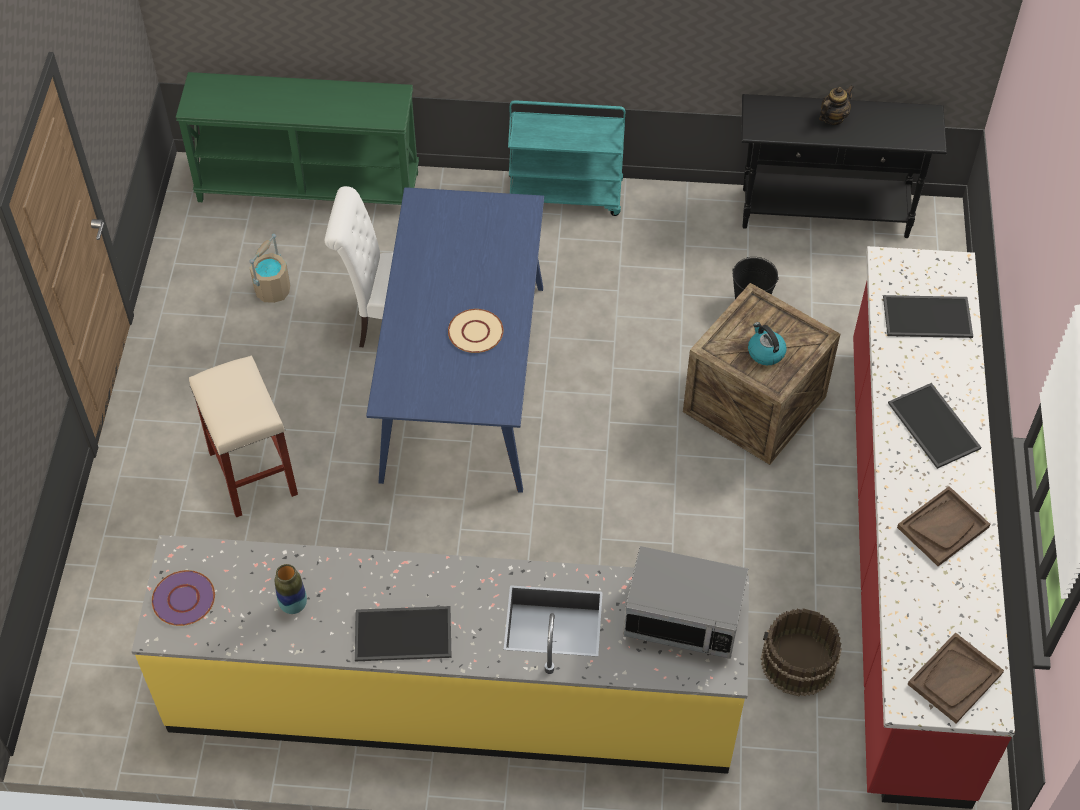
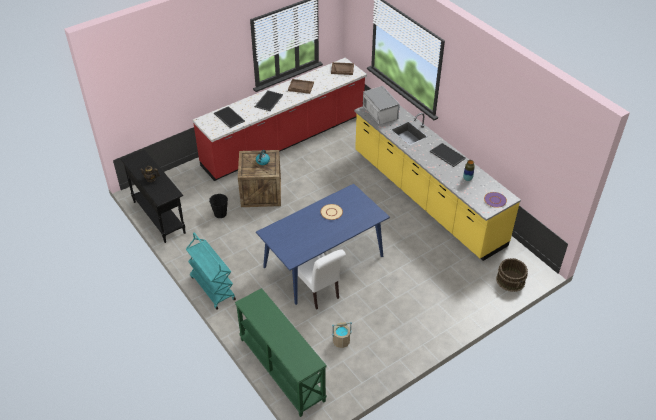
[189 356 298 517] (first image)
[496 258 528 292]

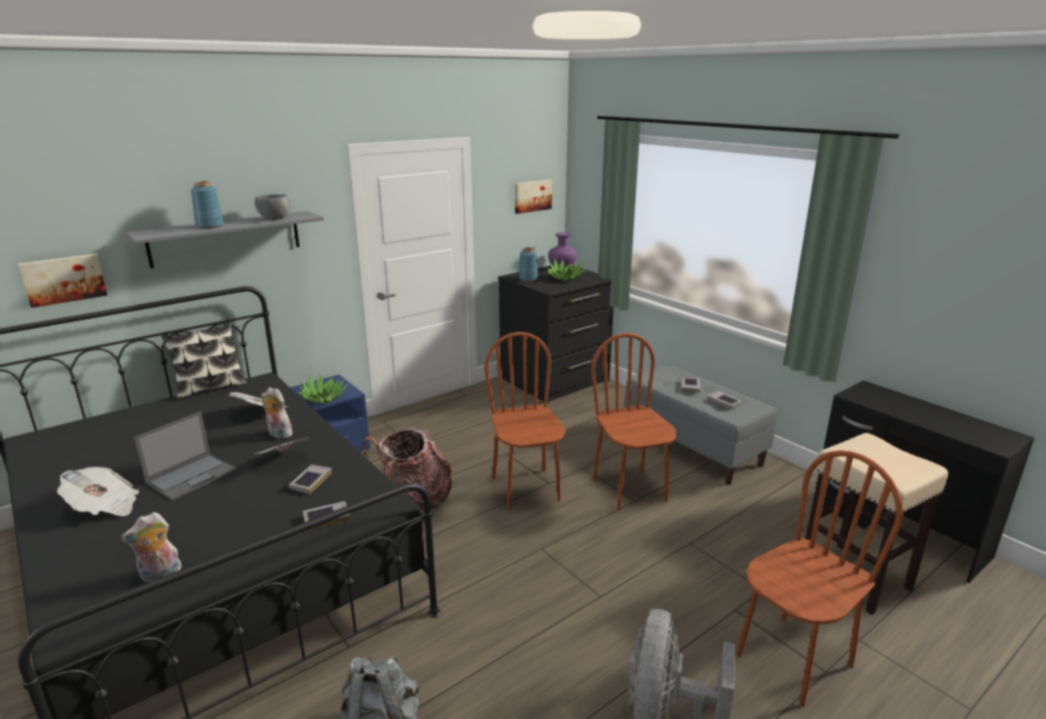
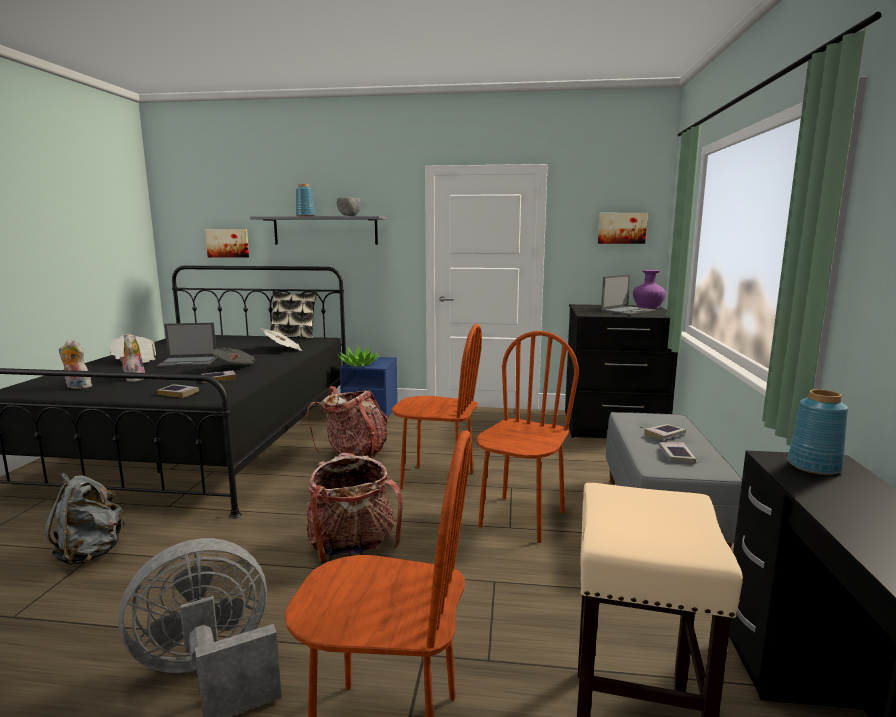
[307 453 403 564]
[120 334 145 382]
[788 389 848 475]
[601 274 656 315]
[392 324 482 489]

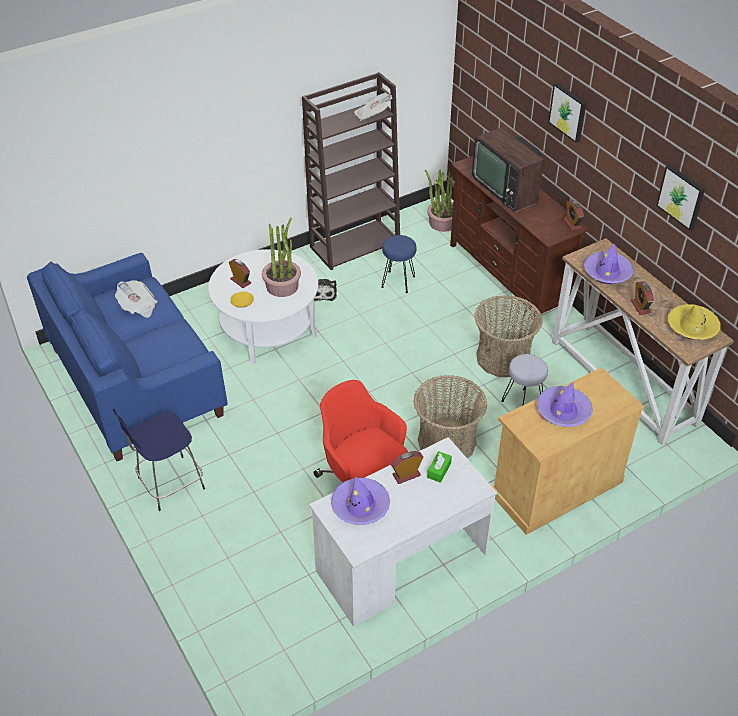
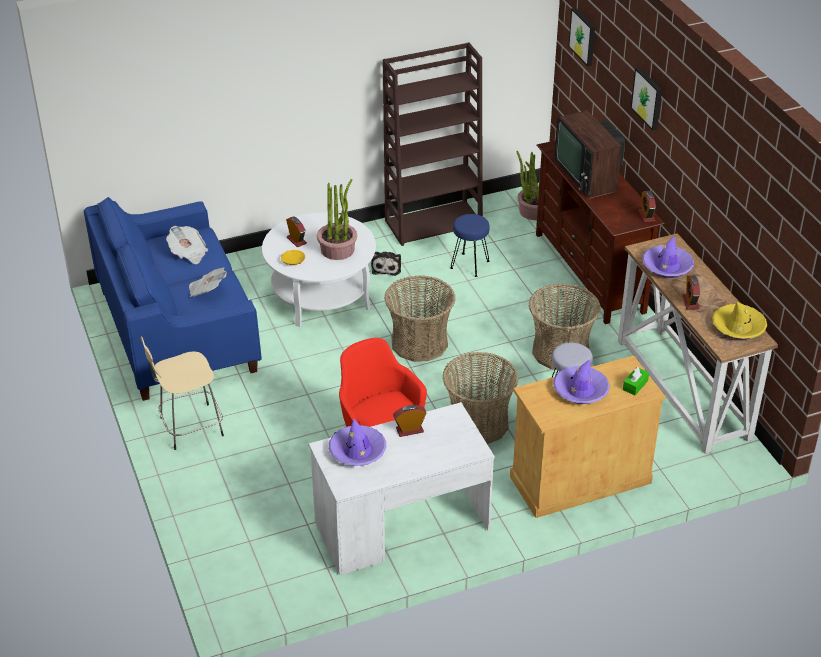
[384 275 456 362]
[189 267 227 297]
[623 367 649 395]
[568 8 595 67]
[141 336 224 450]

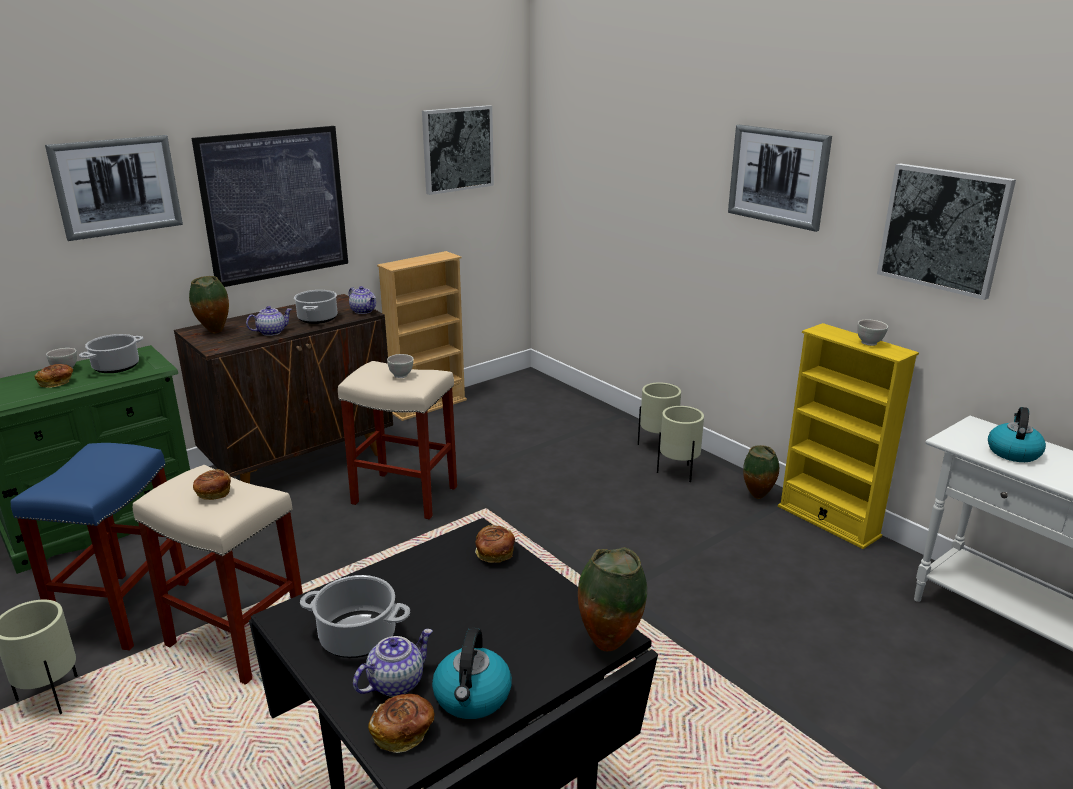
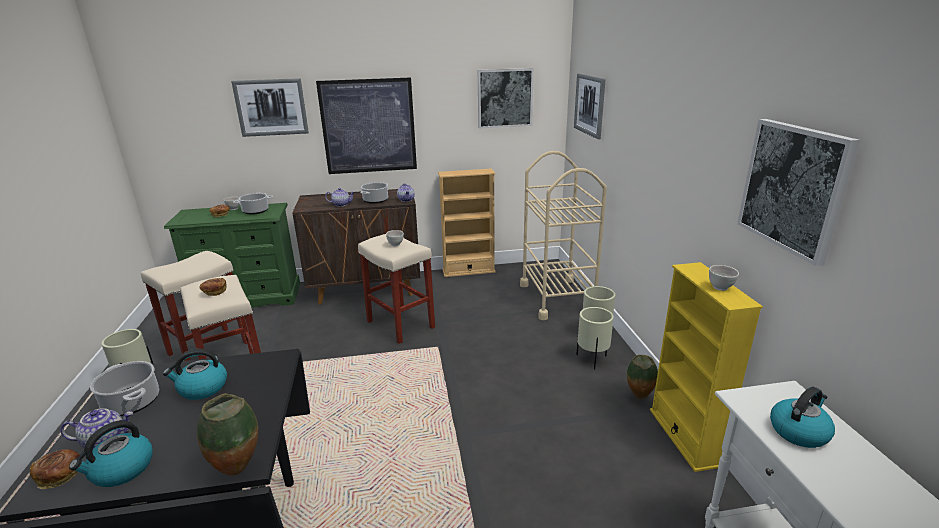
[189 276 229 333] (first image)
[475 525 515 563] (first image)
[163 349 227 400]
[520 151 607 320]
[574 74 606 139]
[141 251 247 361]

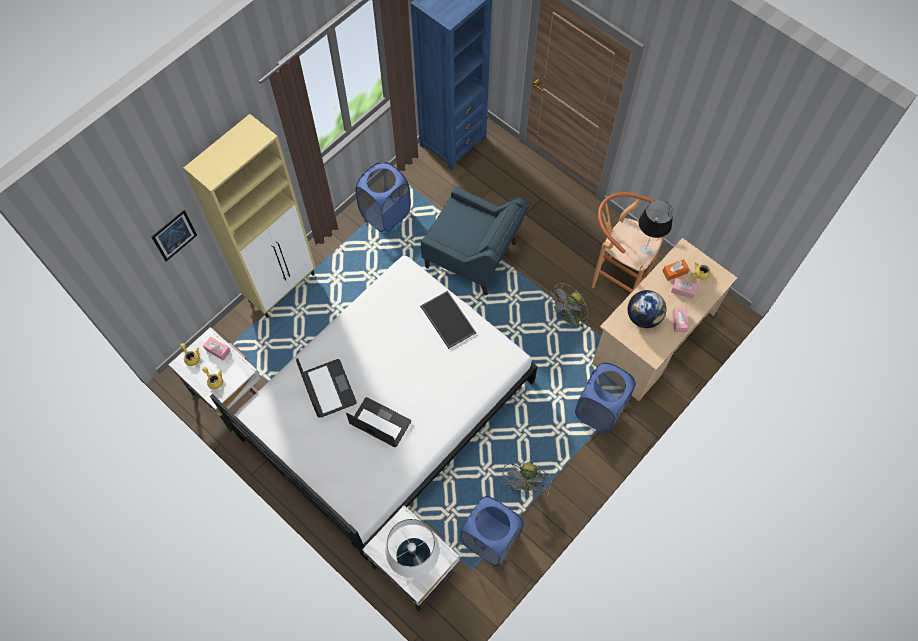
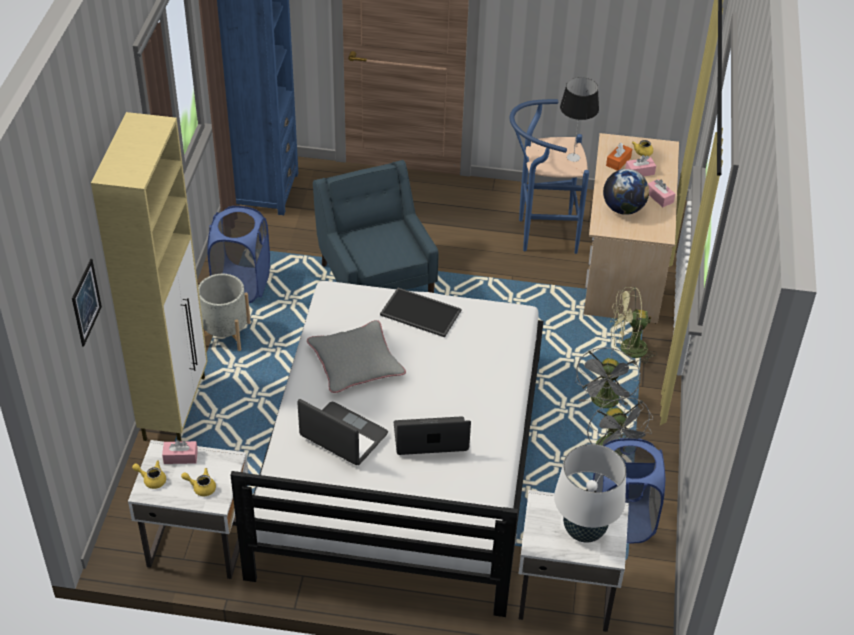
[198 274 251 351]
[307 320 406 393]
[575 347 641 408]
[610 287 657 365]
[510 99 589 254]
[313 160 438 293]

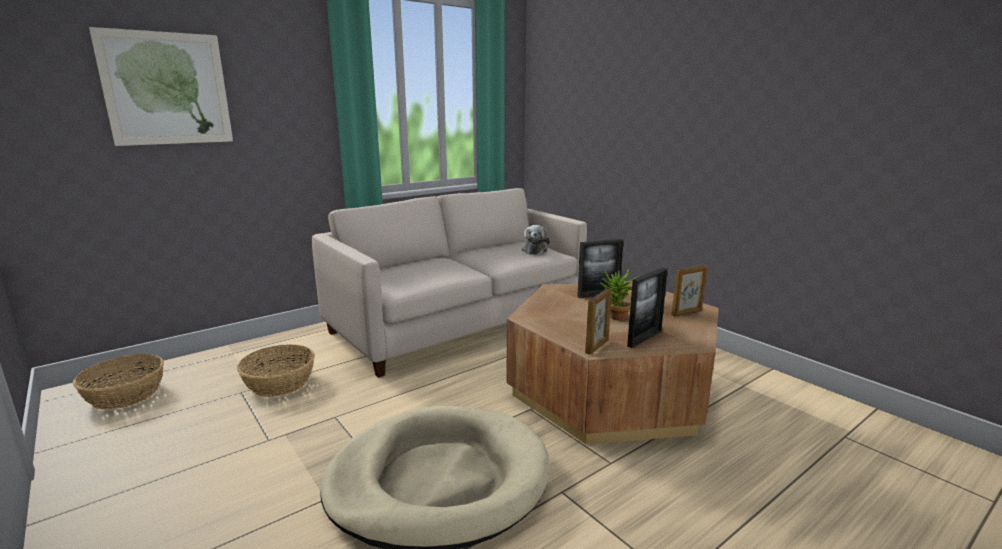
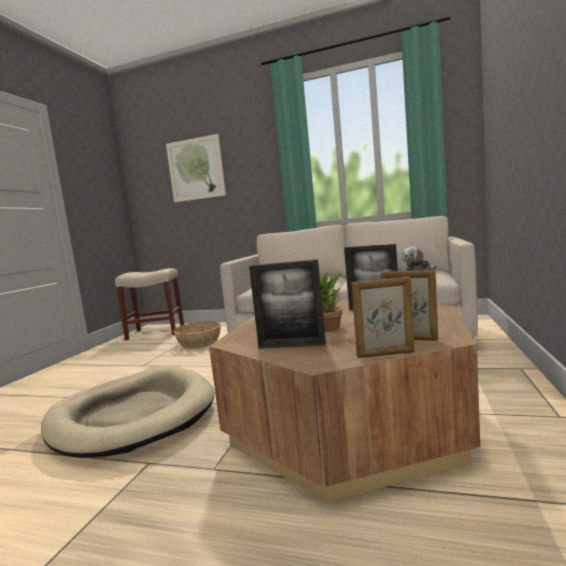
[352 276 414 358]
[115 268 184 340]

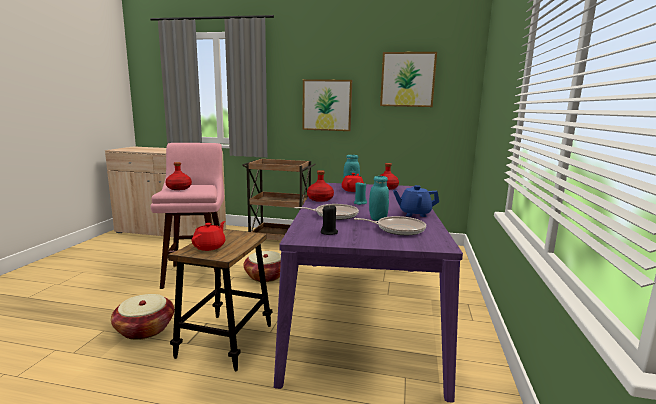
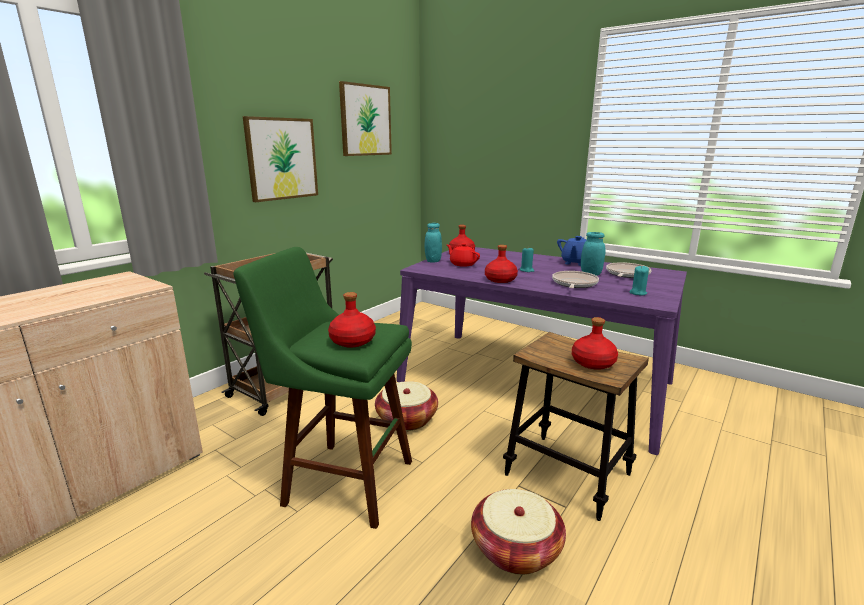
[572 317 618 370]
[233 247 412 529]
[629 266 649 296]

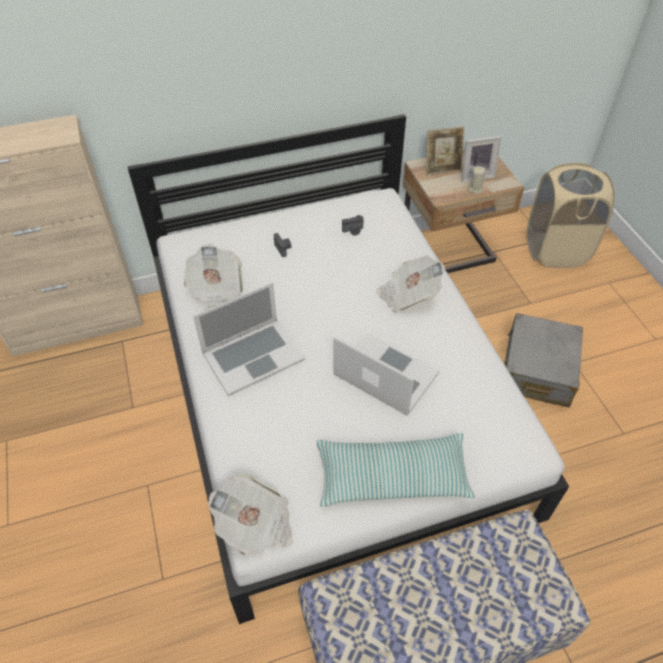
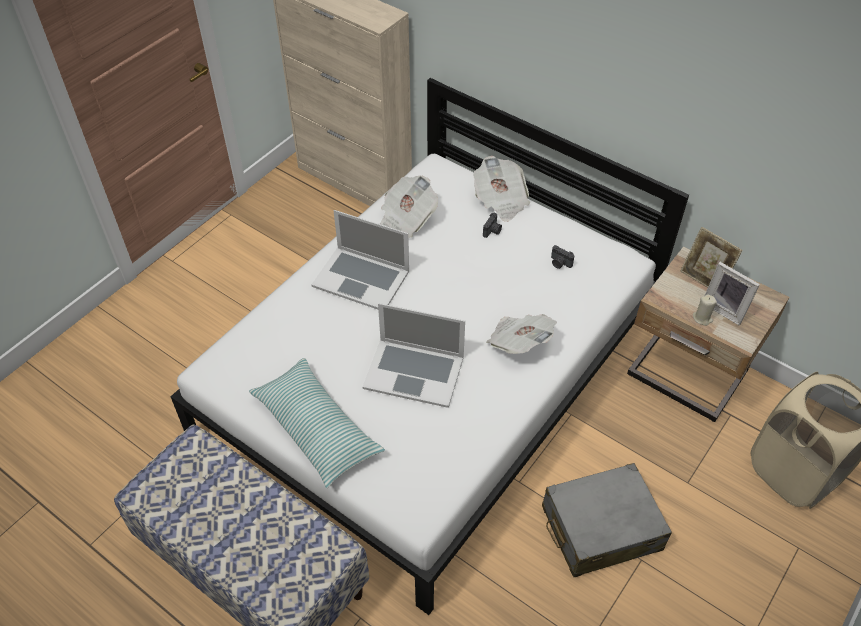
[473 156 530 222]
[363 303 465 408]

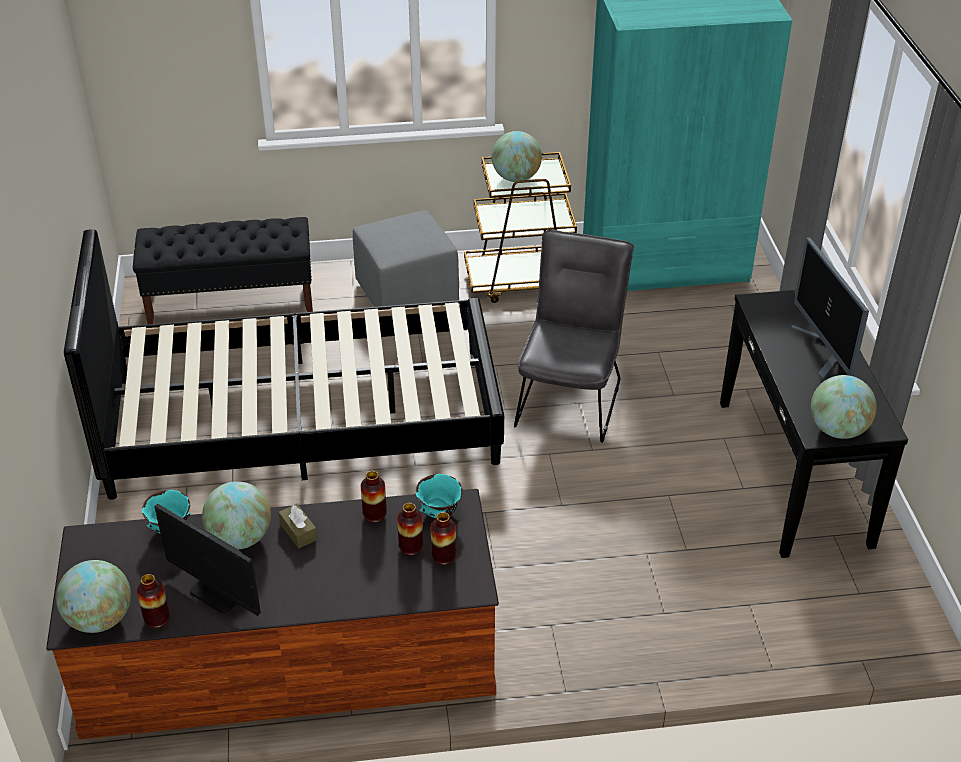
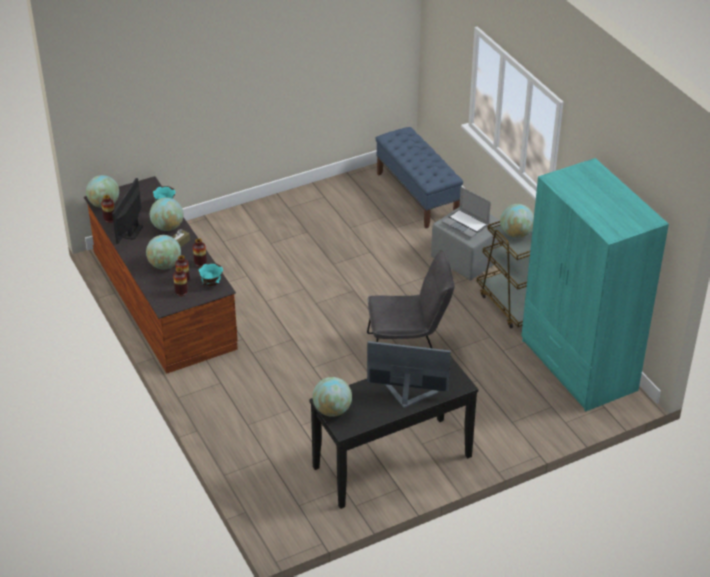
[64 229 504 500] (first image)
[146 235 181 270]
[442 187 491 238]
[375 127 463 228]
[367 341 451 408]

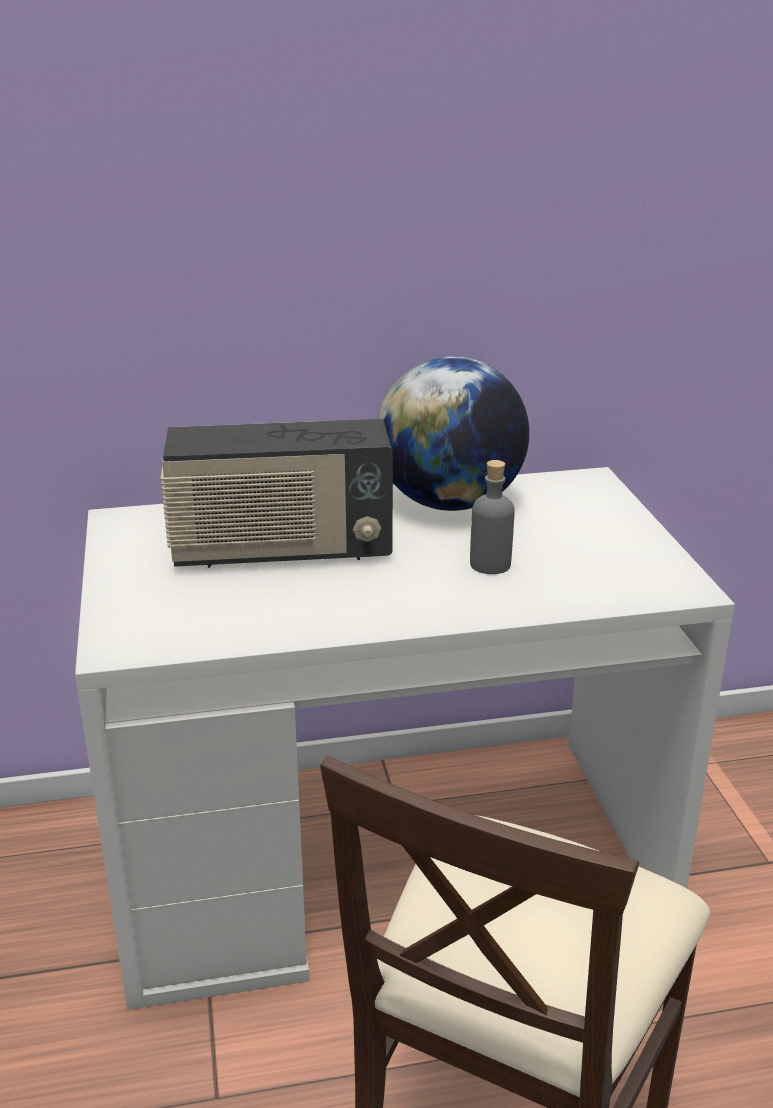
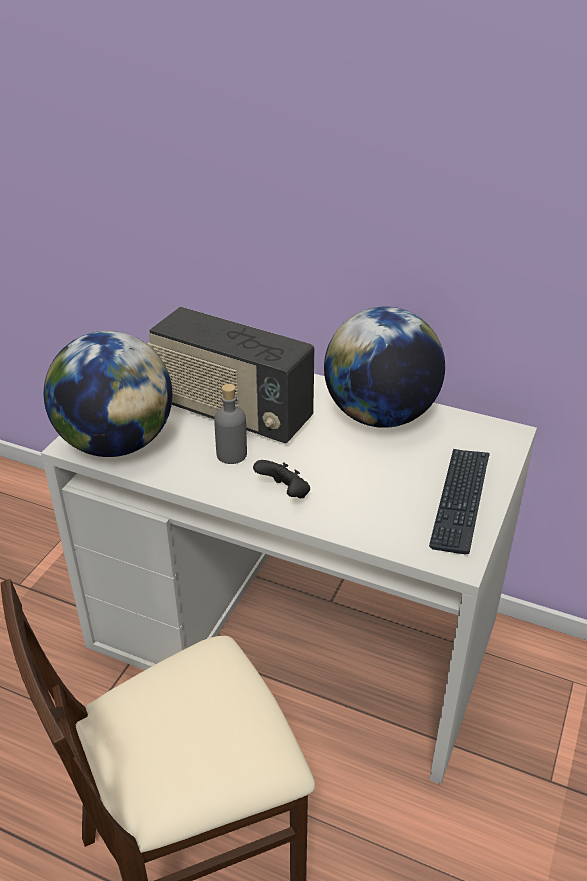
[44 331 172 457]
[253 460 310 498]
[429 449 489 555]
[214 384 247 464]

